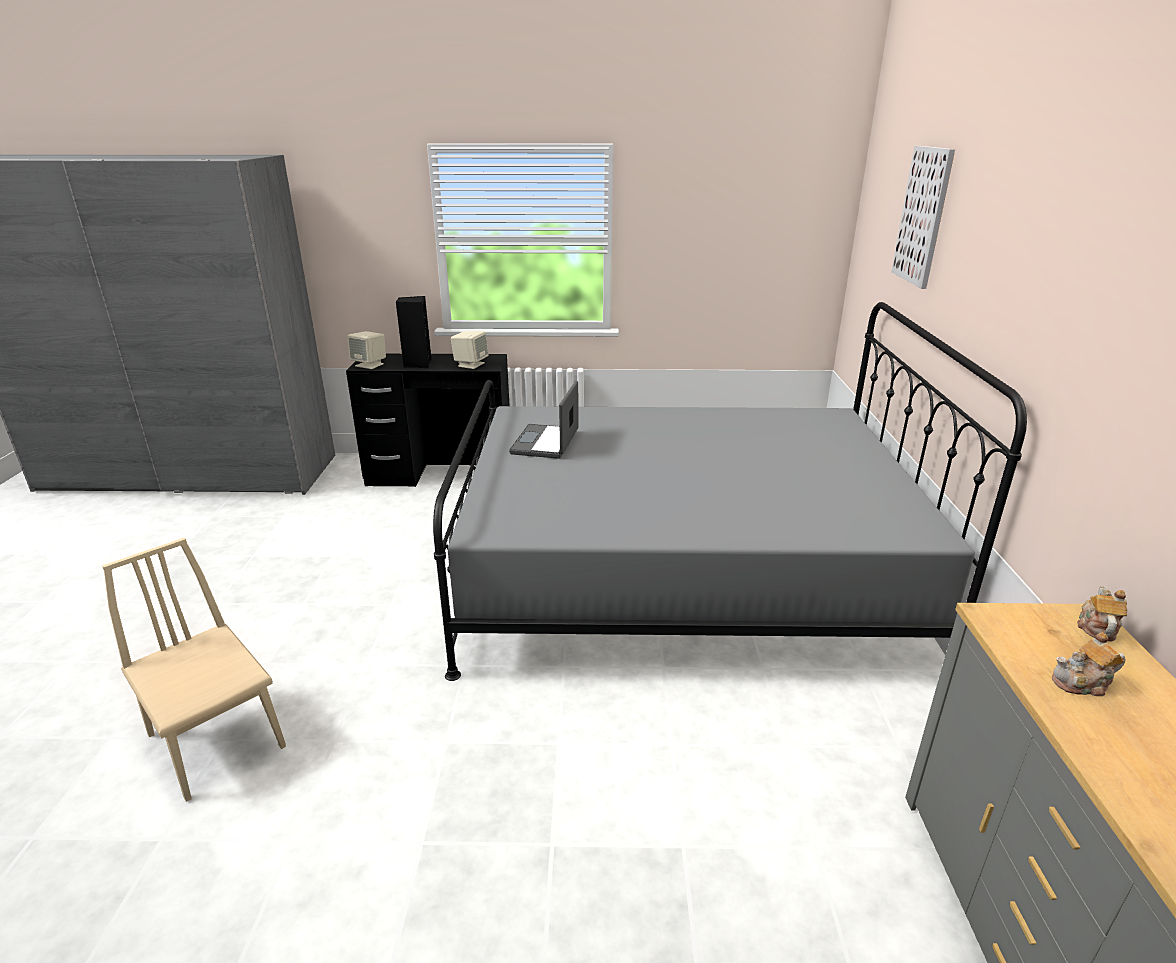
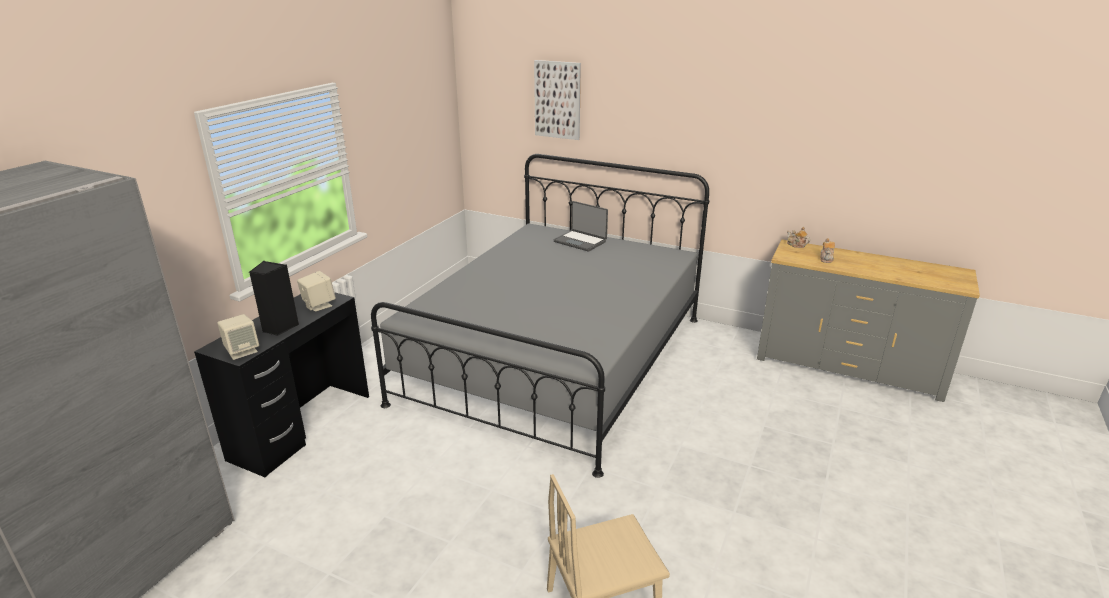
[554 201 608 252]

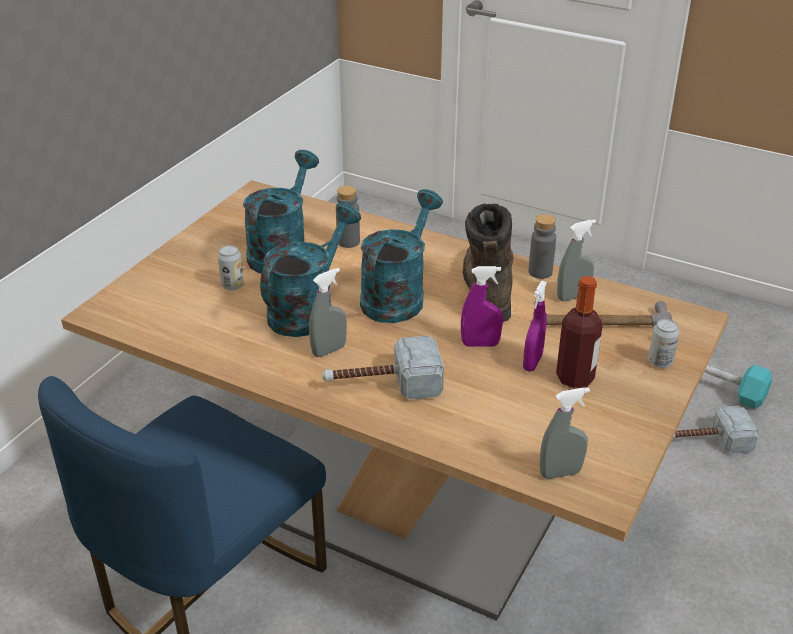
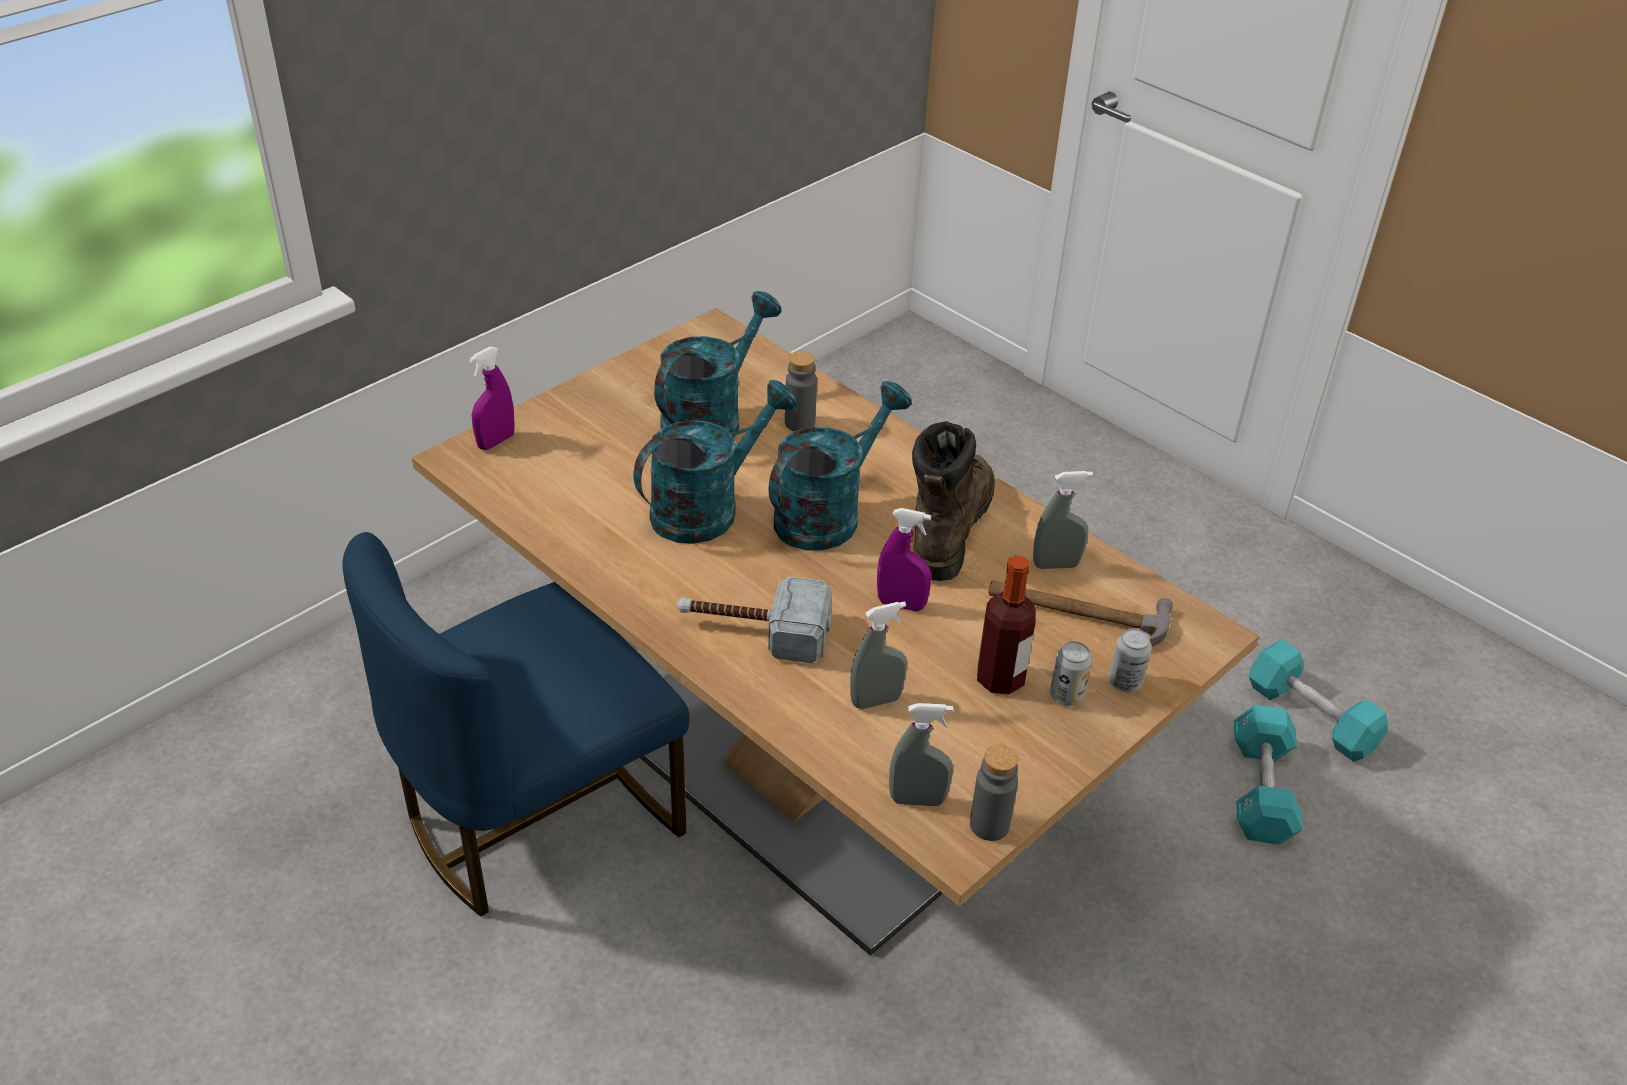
[1050 641 1092 706]
[850 601 907 709]
[469 347 515 450]
[970 744 1018 841]
[1234 705 1303 845]

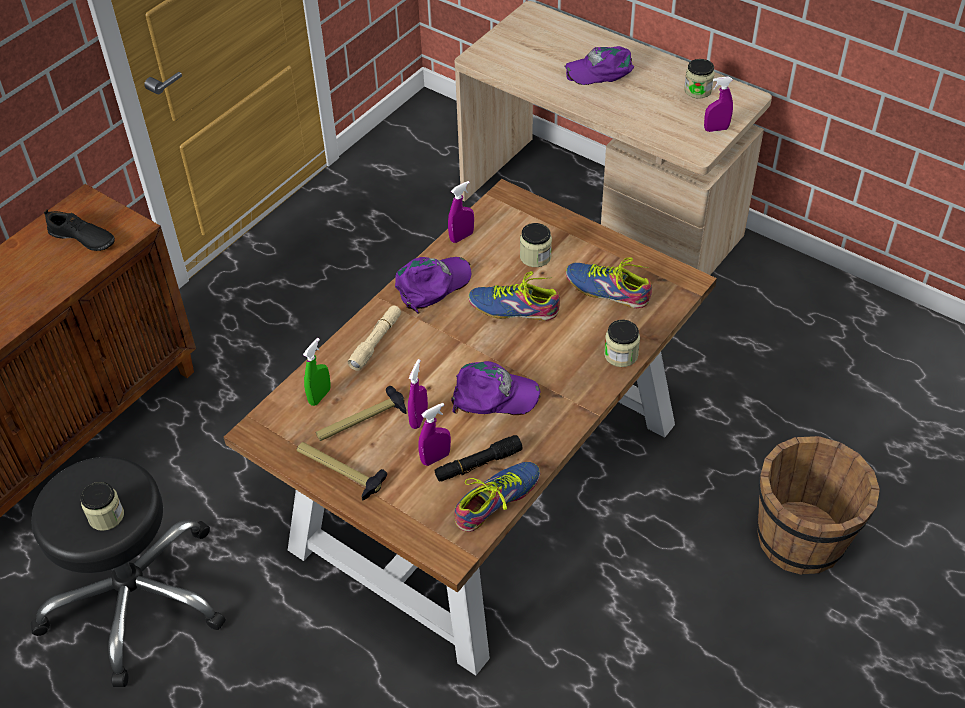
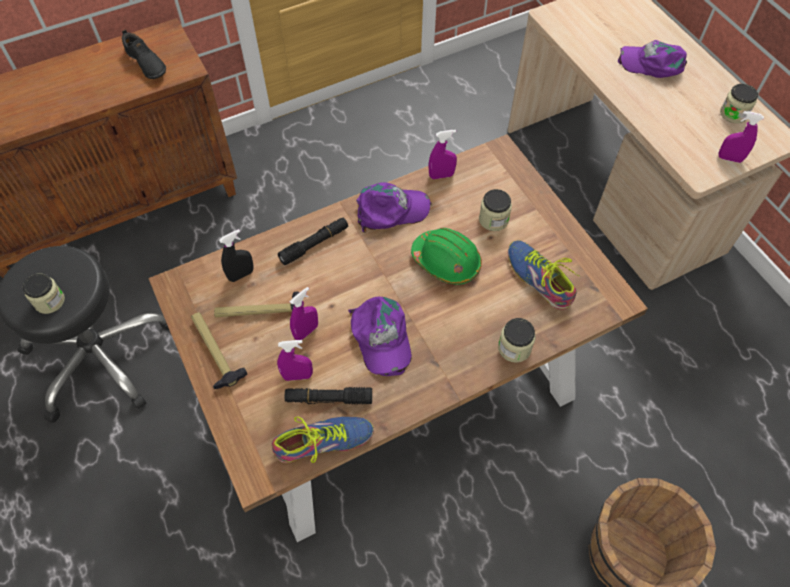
[411 228 482 285]
[219 229 254 282]
[278 218 348 265]
[348 297 412 376]

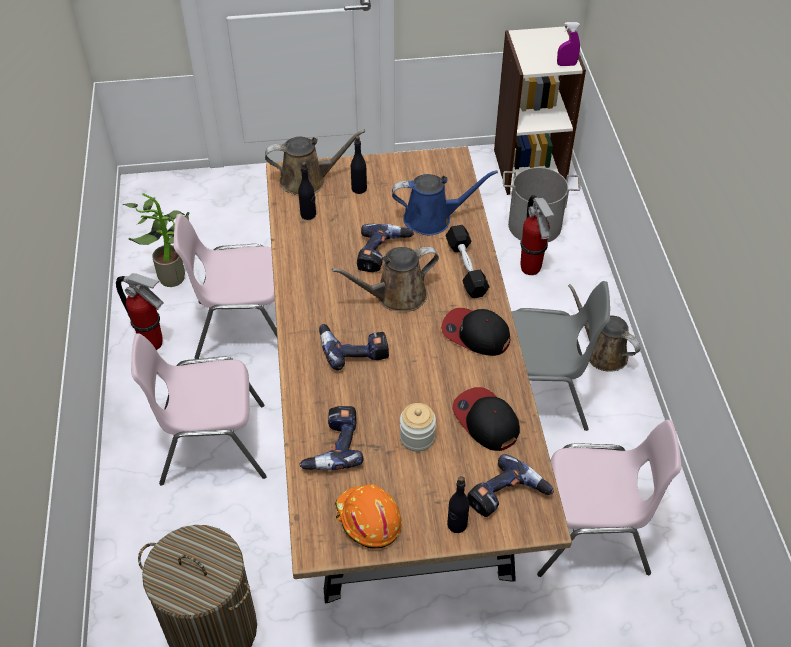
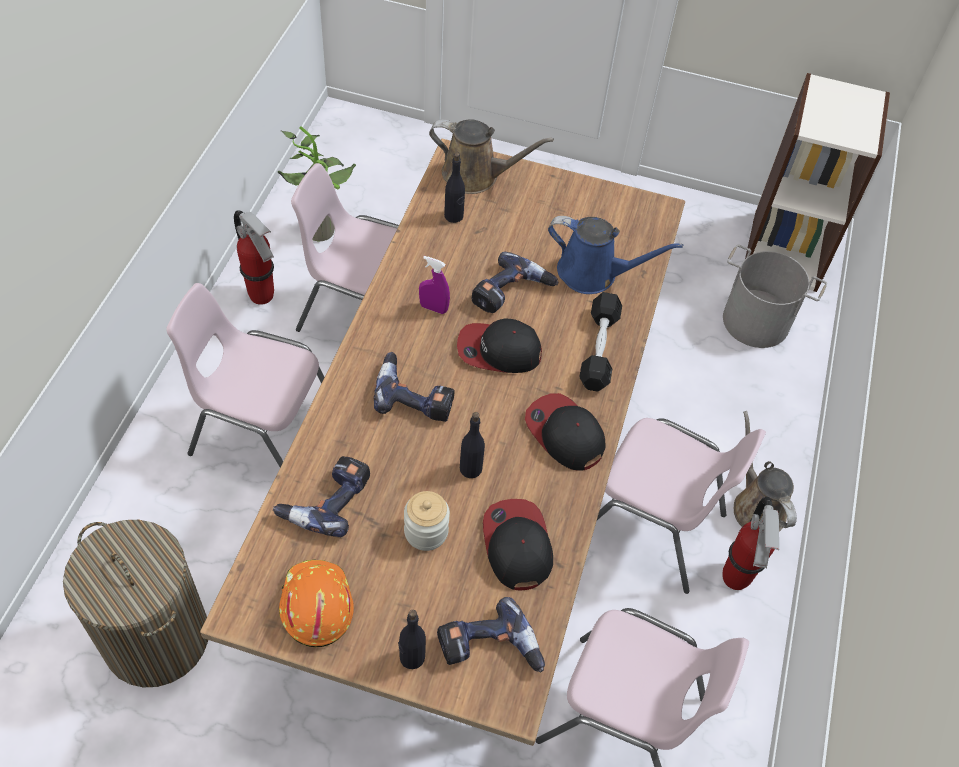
[460 412 485 478]
[723 497 779 590]
[419 256 450 314]
[457 319 542 373]
[597 418 766 594]

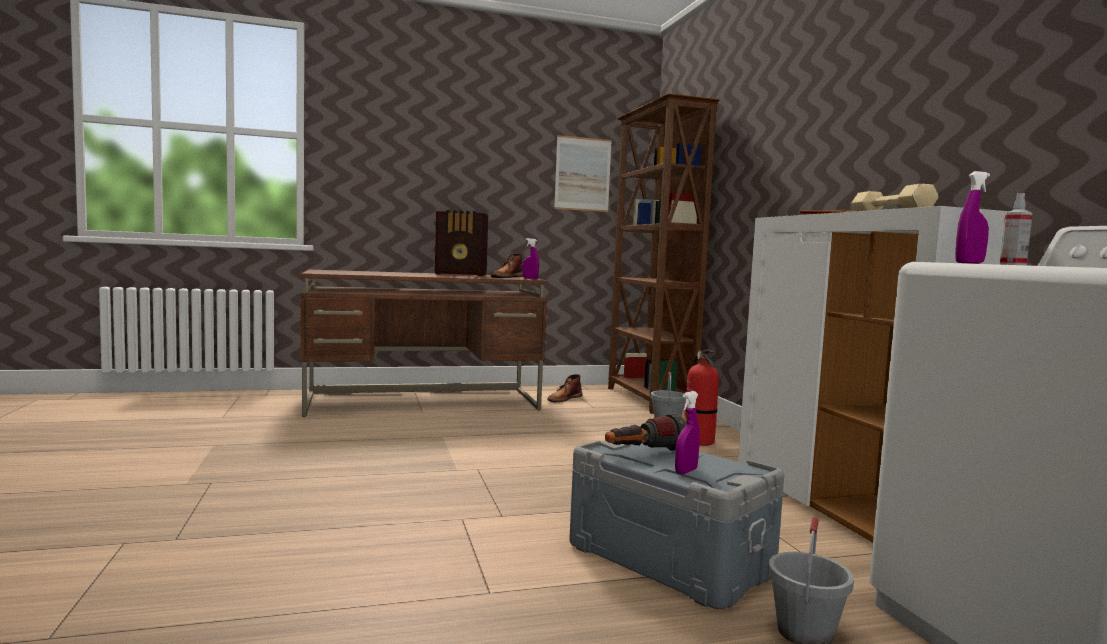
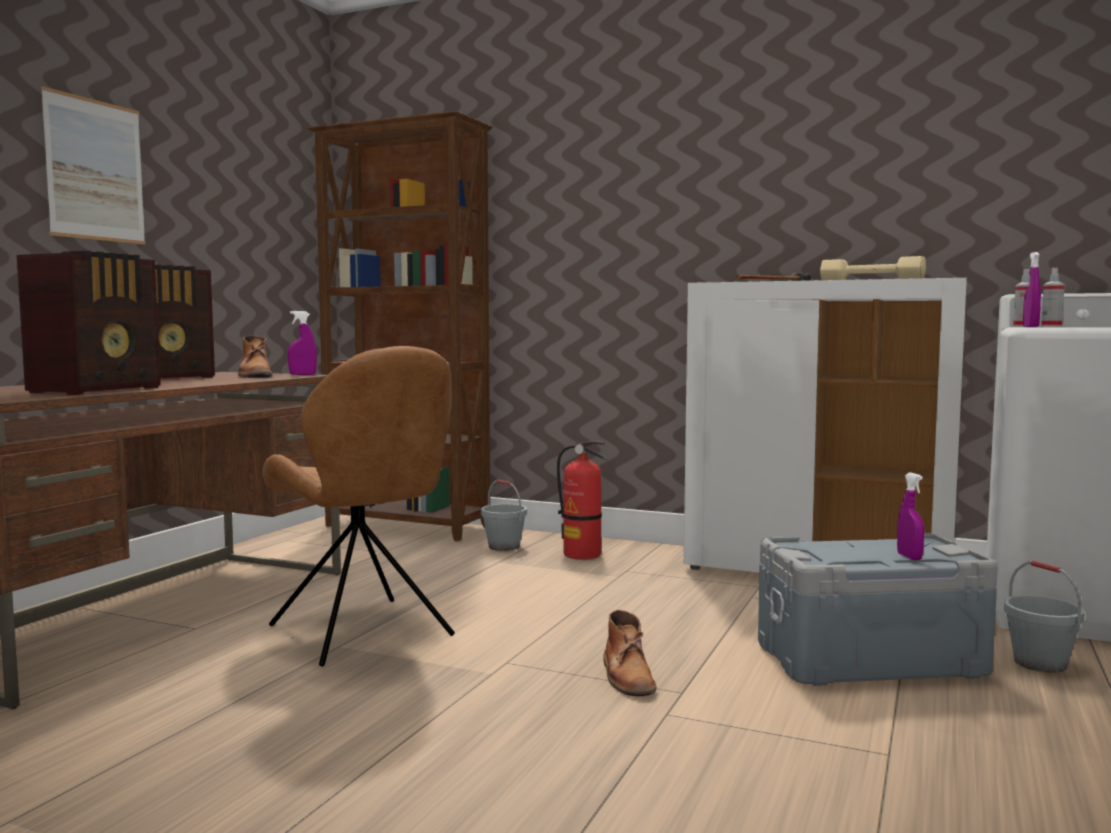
[605 413 686 451] (first image)
[17 251 161 395]
[262 346 455 666]
[1041 268 1064 327]
[603 610 656 696]
[41 86 145 244]

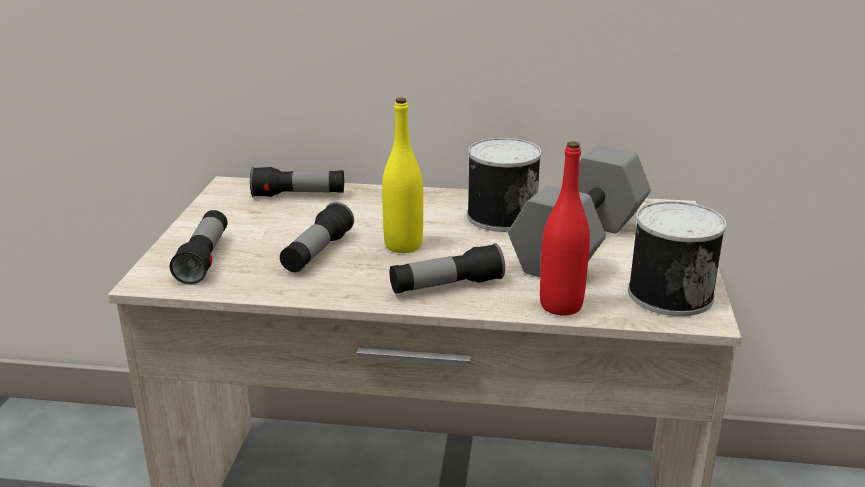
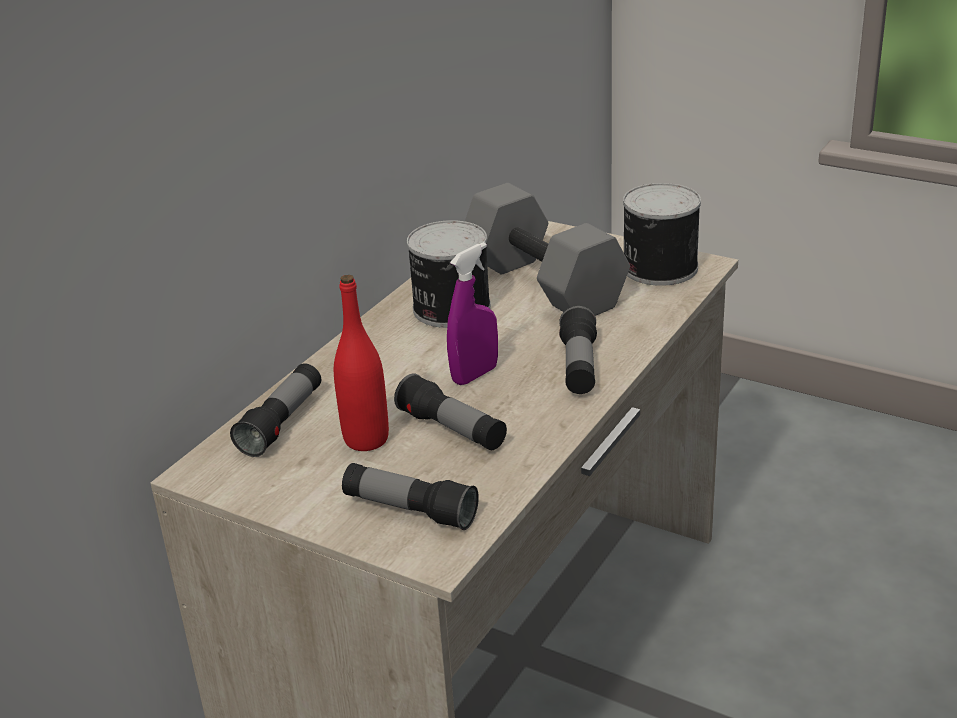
[334 275 389 451]
[447 242 498 385]

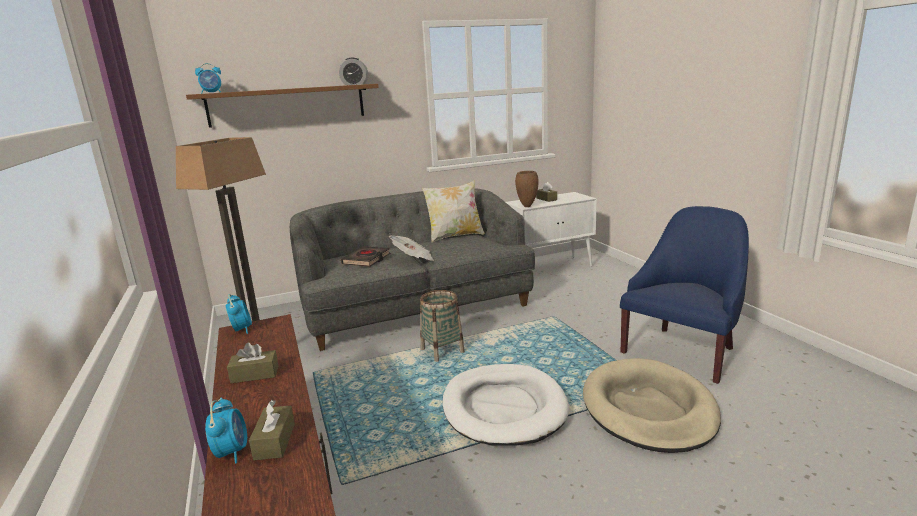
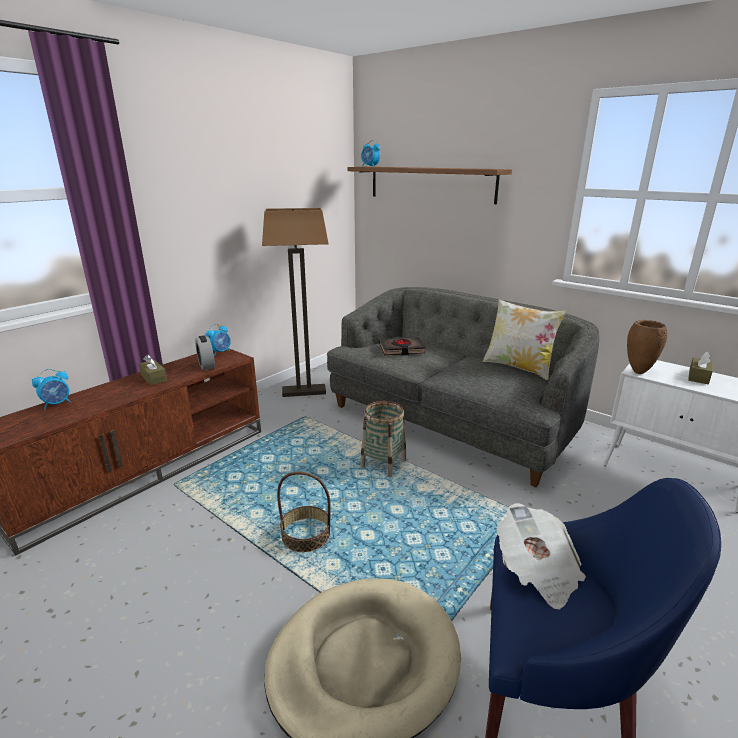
[249 400 295 460] (first image)
[195 335 215 370]
[497 503 586 610]
[277 471 331 552]

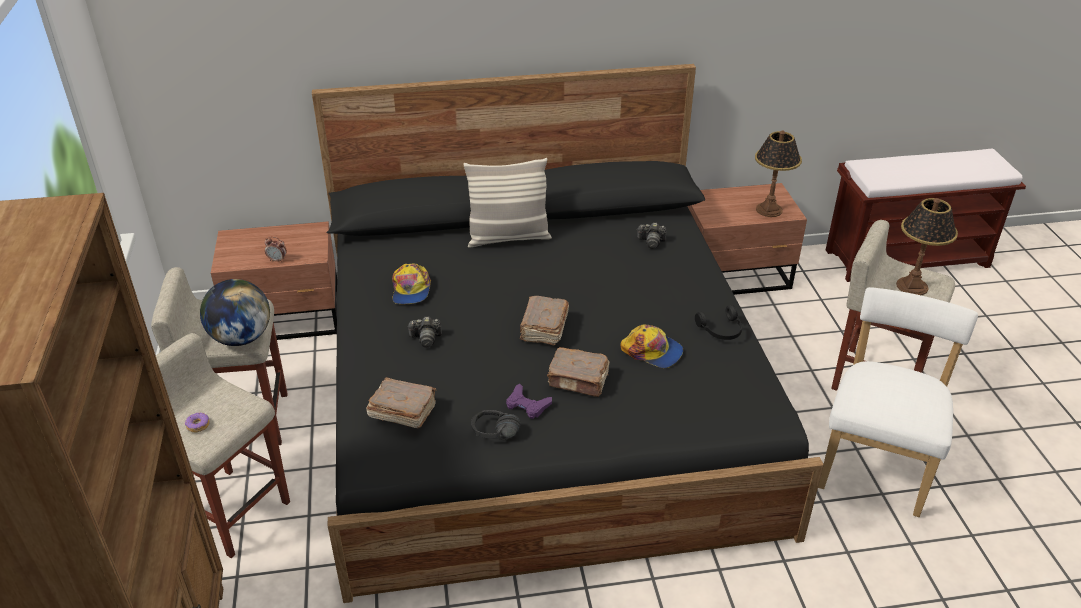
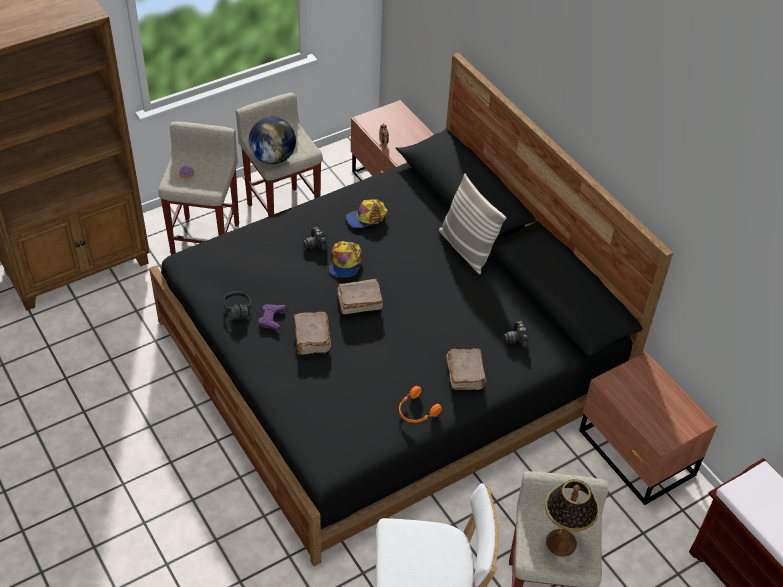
[755 130 802 217] (first image)
[446 348 487 390]
[329 241 363 277]
[399 386 442 423]

